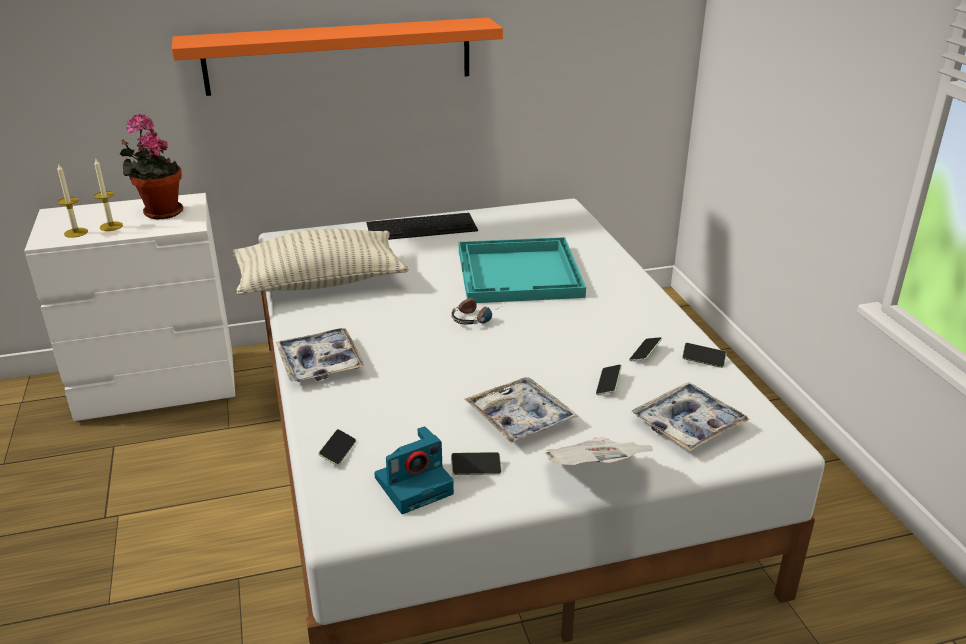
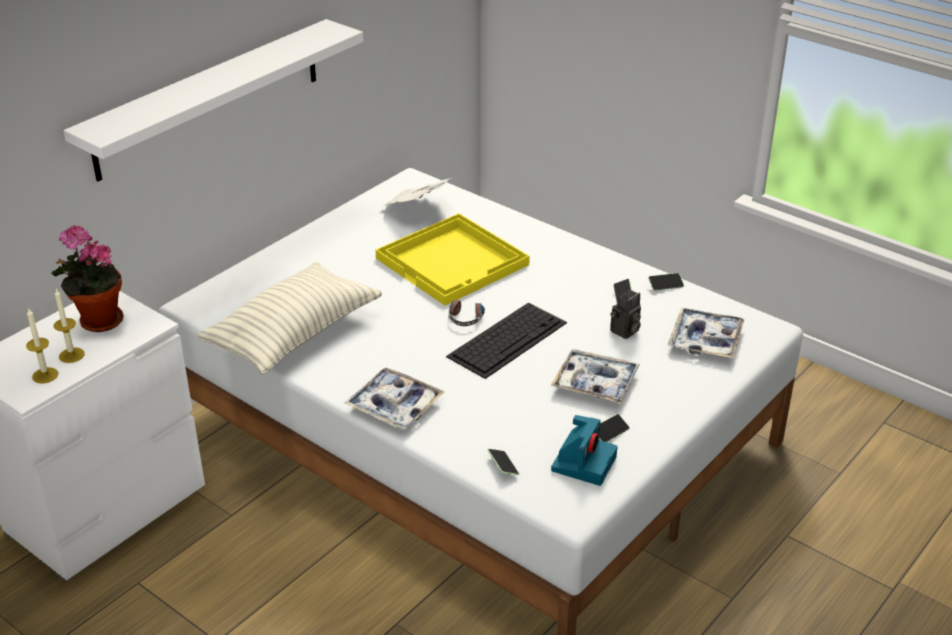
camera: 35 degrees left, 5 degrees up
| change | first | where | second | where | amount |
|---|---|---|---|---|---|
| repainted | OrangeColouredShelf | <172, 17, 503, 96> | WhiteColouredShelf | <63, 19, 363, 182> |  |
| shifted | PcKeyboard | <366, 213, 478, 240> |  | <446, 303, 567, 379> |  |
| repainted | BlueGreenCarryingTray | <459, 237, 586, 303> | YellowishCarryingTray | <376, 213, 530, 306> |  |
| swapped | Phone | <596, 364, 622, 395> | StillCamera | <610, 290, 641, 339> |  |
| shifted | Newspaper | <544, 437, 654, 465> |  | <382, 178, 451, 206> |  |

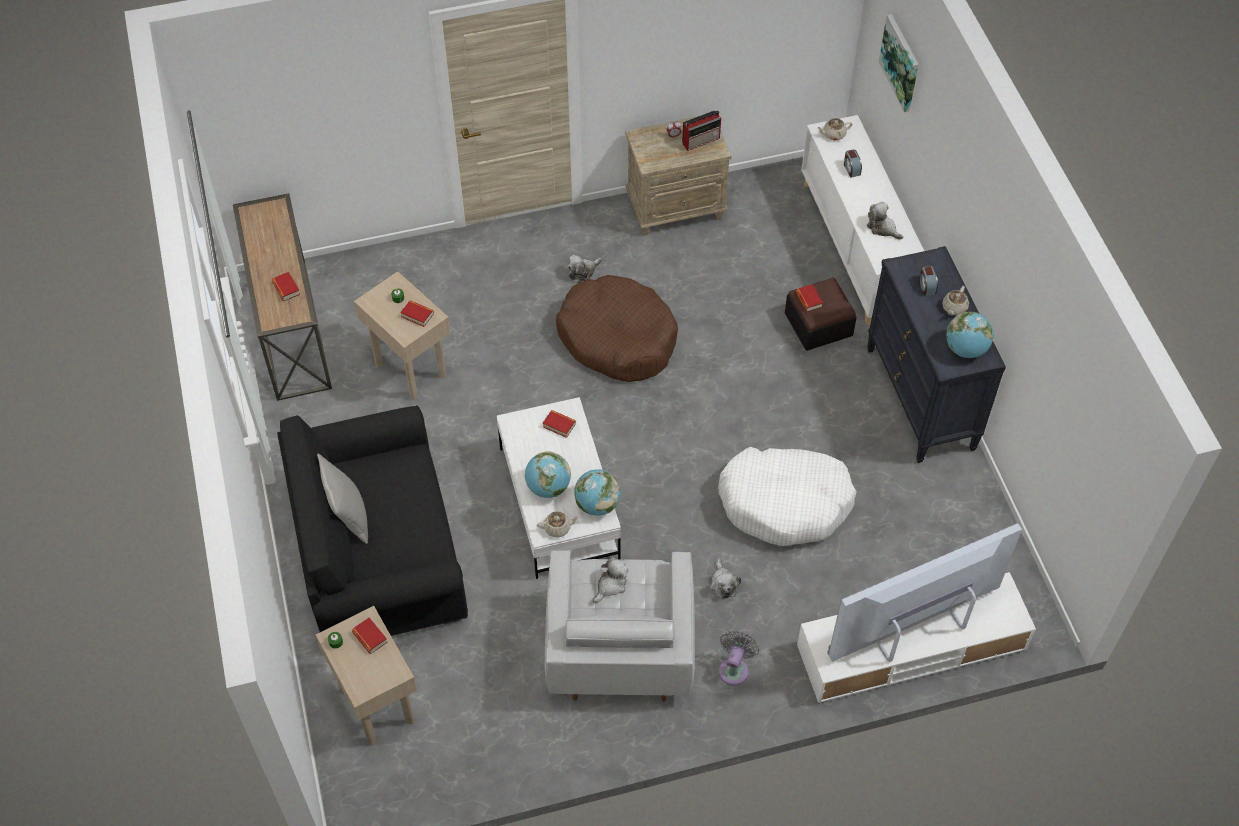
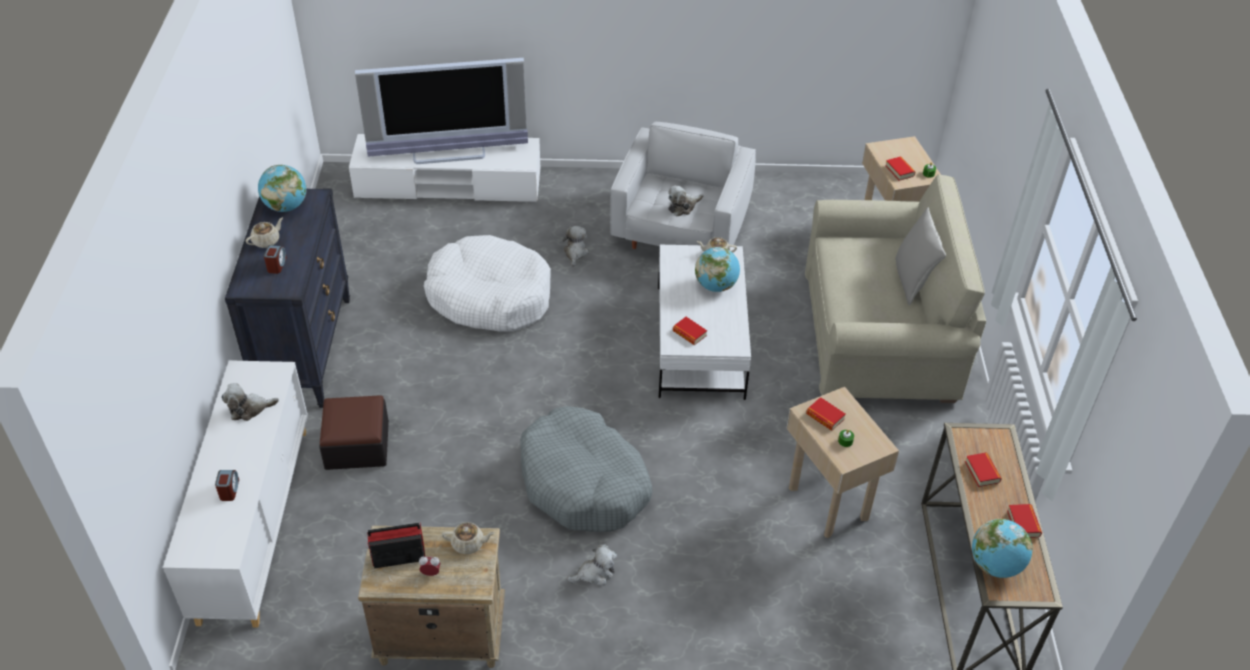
camera: 165 degrees left, 10 degrees down
| change | first | where | second | where | amount |
|---|---|---|---|---|---|
| gone | WallArt | <879, 14, 919, 112> |  |  |  |
| shifted | BeigeColouredPotForTea | <817, 118, 852, 140> |  | <442, 522, 495, 554> |  |
| rotated | PlushToy | <866, 202, 903, 239> |  | <221, 383, 279, 421> | 105 degrees clockwise |
| repainted | BrownDogBed | <556, 275, 678, 382> | GrayDogBed | <520, 406, 653, 532> |  |
| shifted | BoundBook | <796, 284, 823, 312> |  | <1007, 504, 1042, 538> |  |
| repainted | BlackSettee | <277, 405, 468, 636> | BeigeColouredSettee | <805, 174, 986, 403> |  |
| shifted | DeskGlobe | <574, 469, 620, 516> |  | <972, 519, 1033, 578> |  |
| gone | GrayElectricFan | <719, 631, 760, 686> |  |  |  |

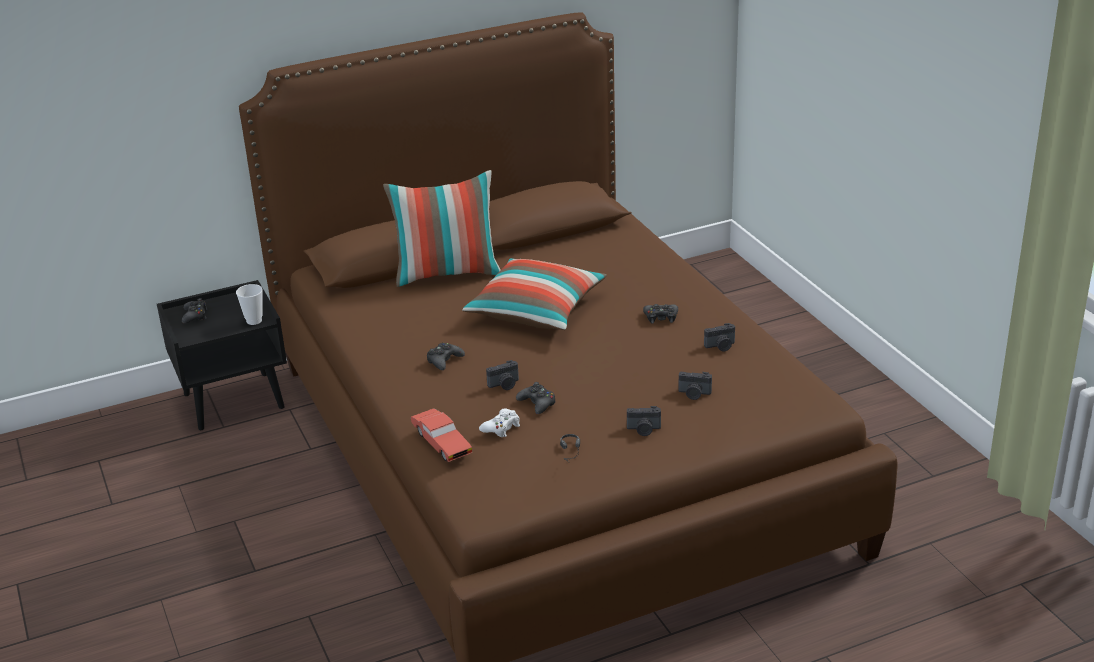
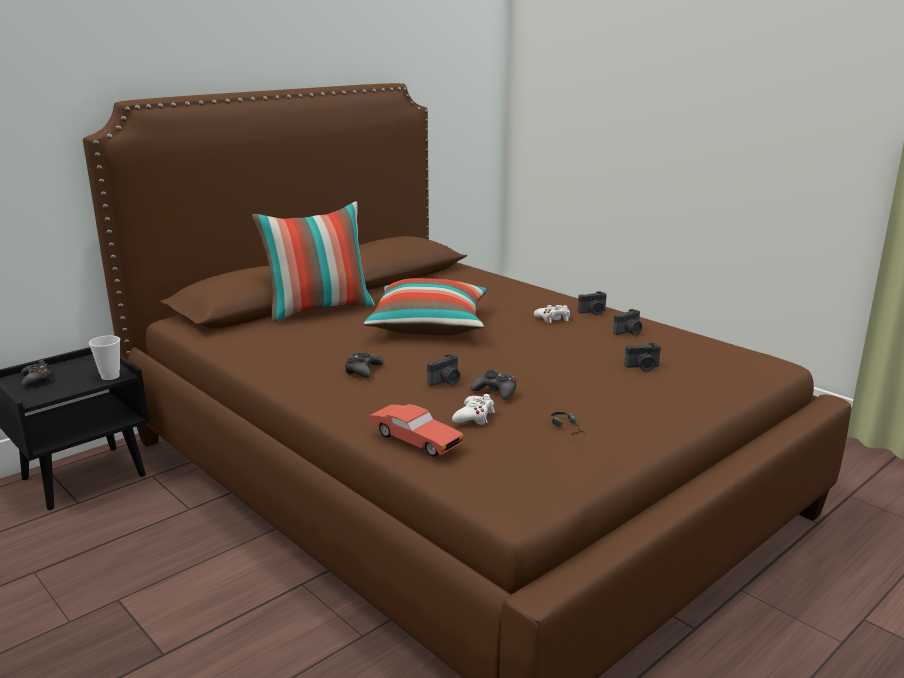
camera: 20 degrees left, 10 degrees down
| change | first | where | second | where | amount |
|---|---|---|---|---|---|
| repainted | BlackGameController | <643, 304, 678, 323> | WhiteColouredGameController | <534, 305, 570, 323> |  |
| shifted | StillCamera | <627, 406, 661, 436> |  | <578, 291, 607, 315> |  |

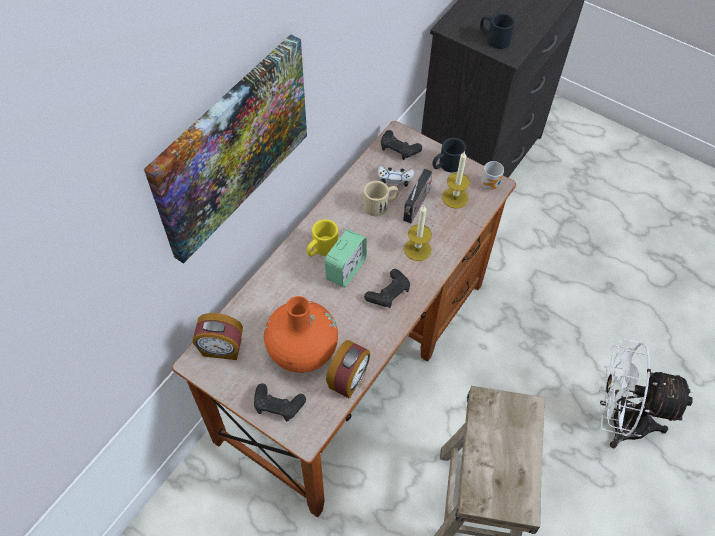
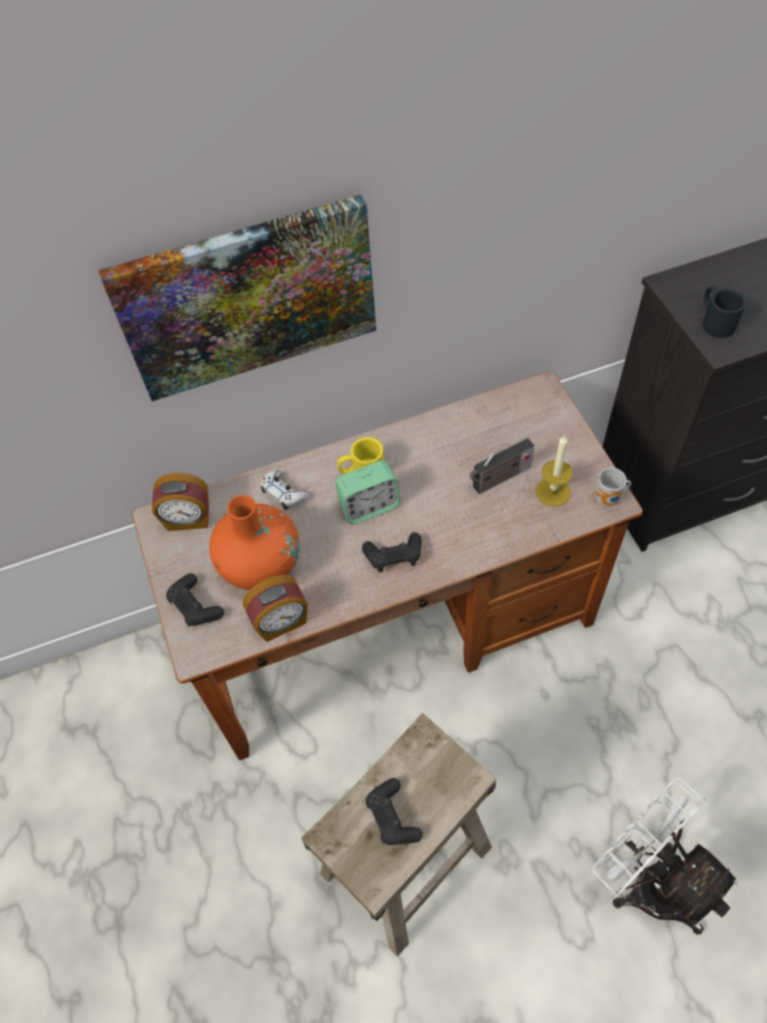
camera: 40 degrees right, 0 degrees up
| change | first | where | second | where | amount |
|---|---|---|---|---|---|
| shifted | BlackGameController | <381, 130, 422, 160> |  | <366, 778, 423, 845> |  |
| gone | BlackMug | <432, 138, 466, 172> |  |  |  |
| shifted | WhiteColouredGameController | <378, 166, 414, 187> |  | <260, 470, 310, 510> |  |
| gone | BeigeColouredMug | <363, 181, 399, 216> |  |  |  |
| gone | WaxCandle | <404, 205, 432, 261> |  |  |  |
| rotated | TableClock | <193, 313, 243, 360> |  | <152, 473, 209, 531> | 45 degrees counterclockwise |

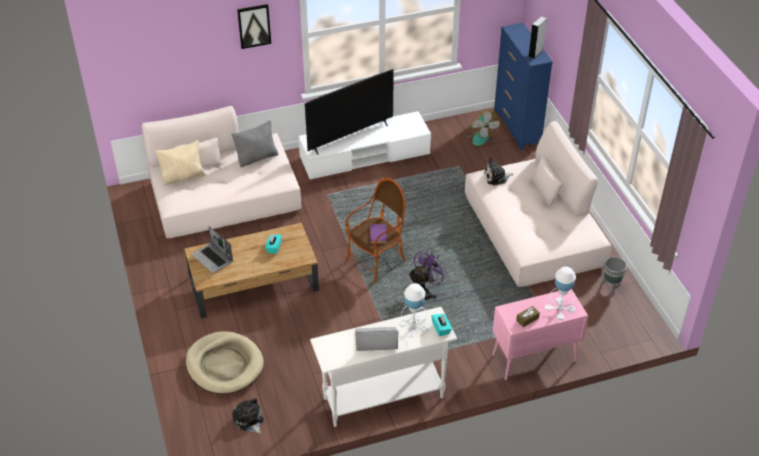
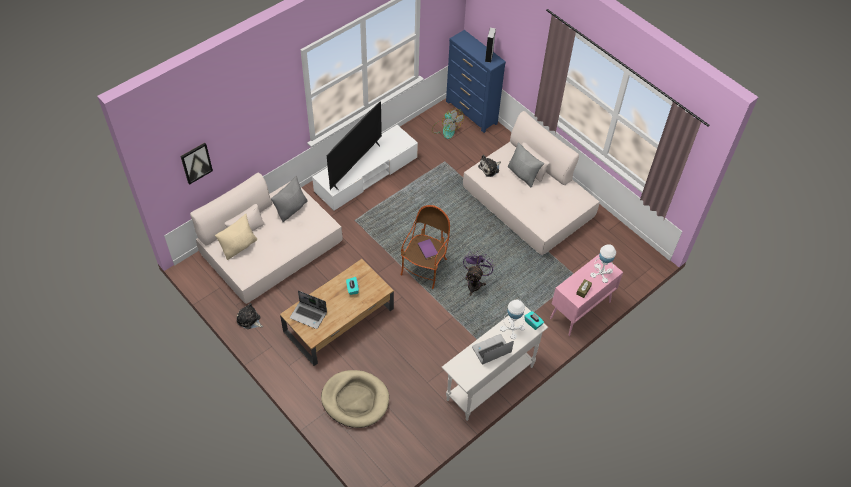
camera: 25 degrees left, 10 degrees up
| change | first | where | second | where | amount |
|---|---|---|---|---|---|
| shifted | WallArt | <237, 4, 271, 49> |  | <181, 143, 213, 185> |  |
| gone | GrayFlowerPot | <601, 257, 627, 296> |  |  |  |
| shifted | PlushToy | <233, 398, 264, 434> |  | <236, 303, 263, 329> |  |
| new |  |  | GrayThrowPillow | <508, 142, 544, 187> |  |

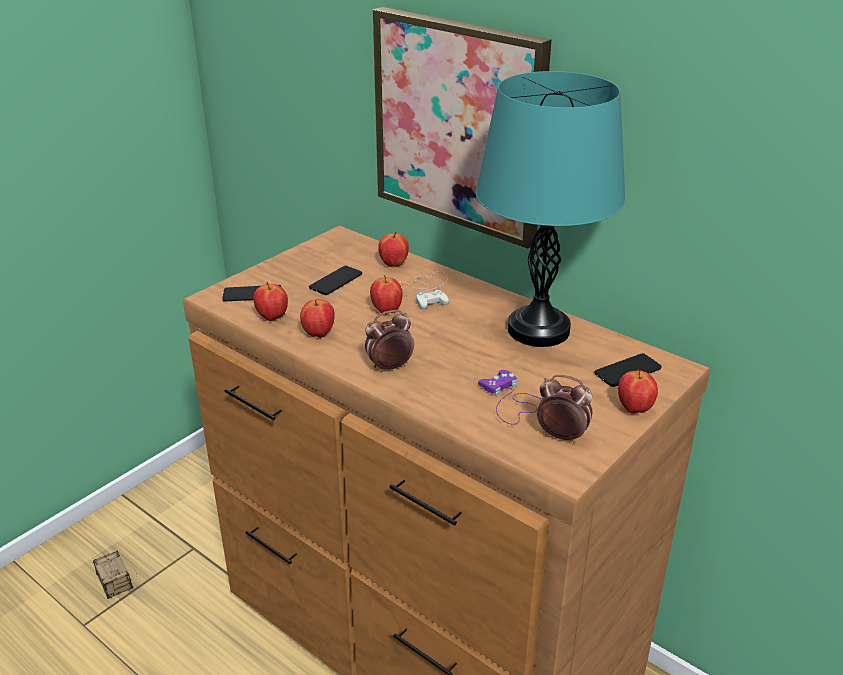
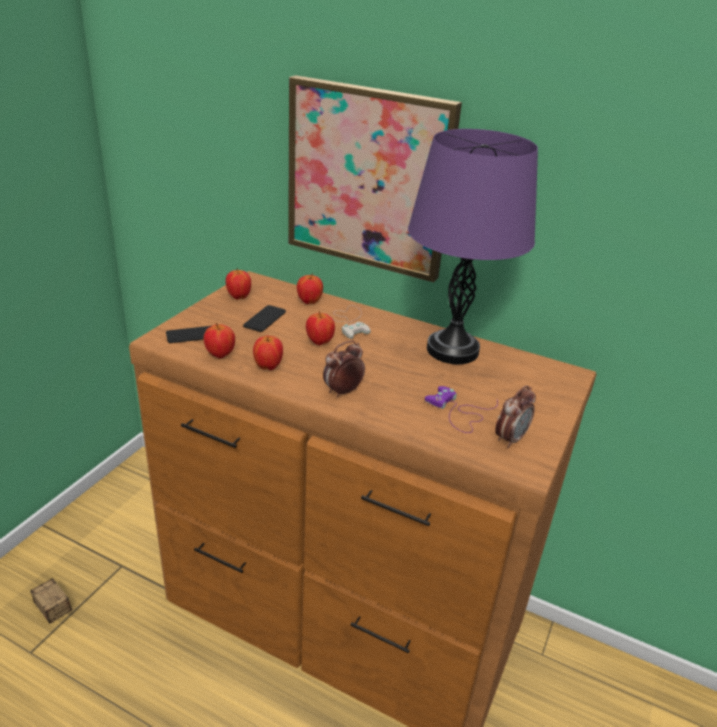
camera: 15 degrees left, 0 degrees up
| change | first | where | second | where | amount |
|---|---|---|---|---|---|
| repainted | BlueGreenTabletopLamp | <476, 71, 626, 347> | PurpleColouredTabletopLamp | <408, 129, 538, 364> |  |
| gone | Phone | <594, 353, 662, 387> |  |  |  |
| shifted | WholeApple | <618, 369, 658, 414> |  | <226, 268, 251, 300> |  |
| rotated | TableClock | <537, 375, 592, 444> |  | <495, 385, 536, 448> | 120 degrees clockwise |

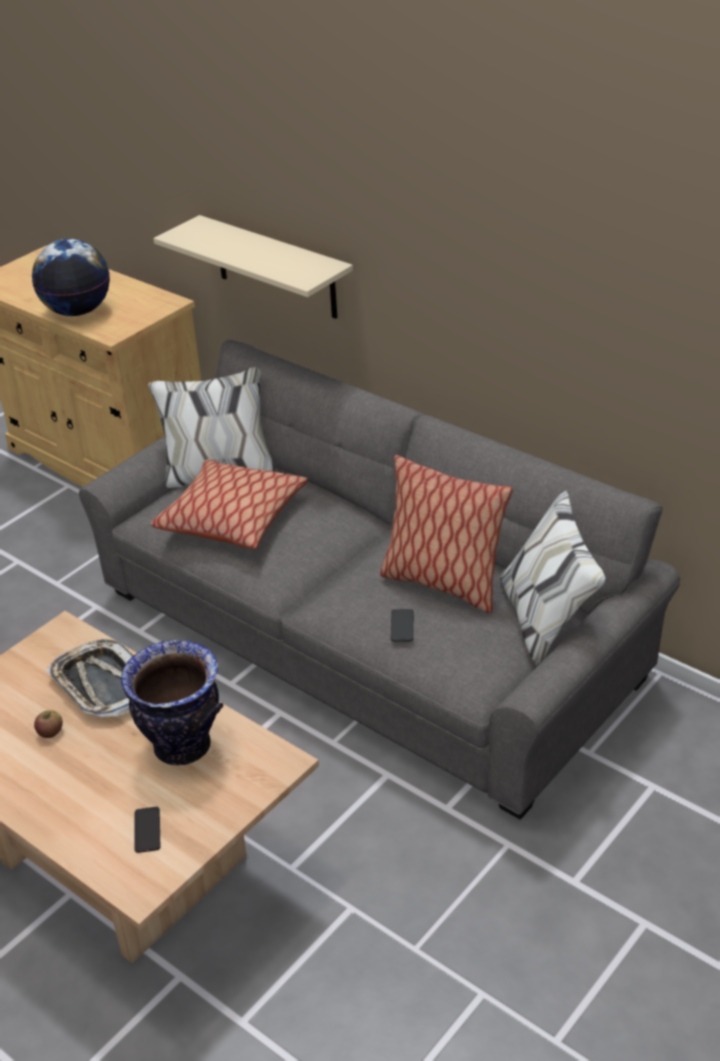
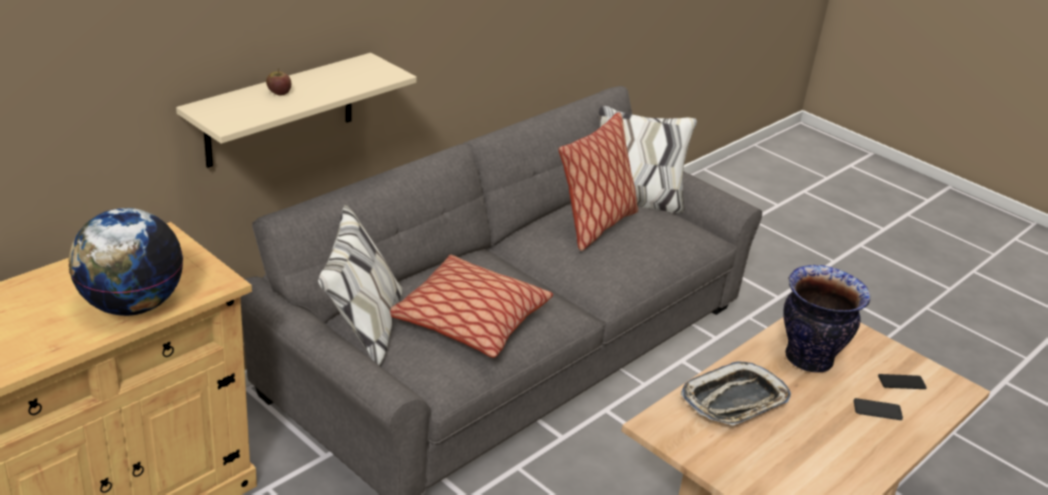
camera: 90 degrees left, 5 degrees down
| change | first | where | second | where | amount |
|---|---|---|---|---|---|
| shifted | Phone | <391, 609, 414, 642> |  | <854, 398, 903, 420> |  |
| shifted | WholeApple | <34, 710, 63, 738> |  | <266, 68, 291, 95> |  |

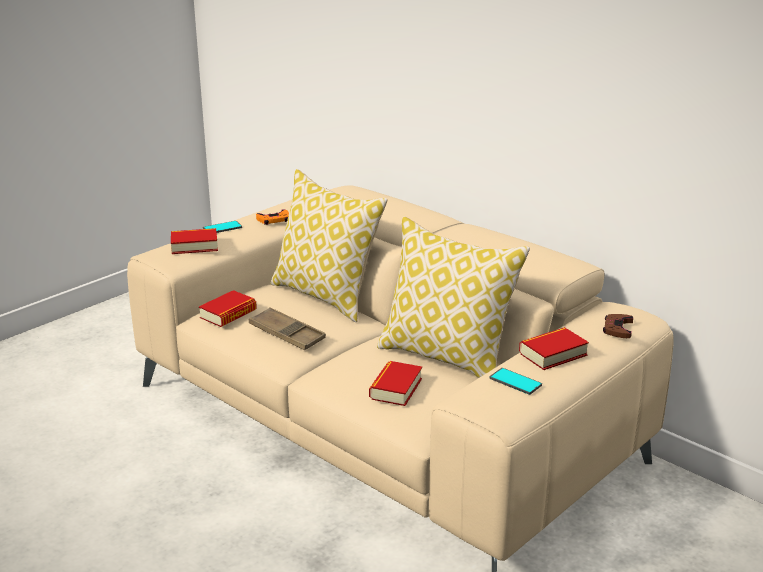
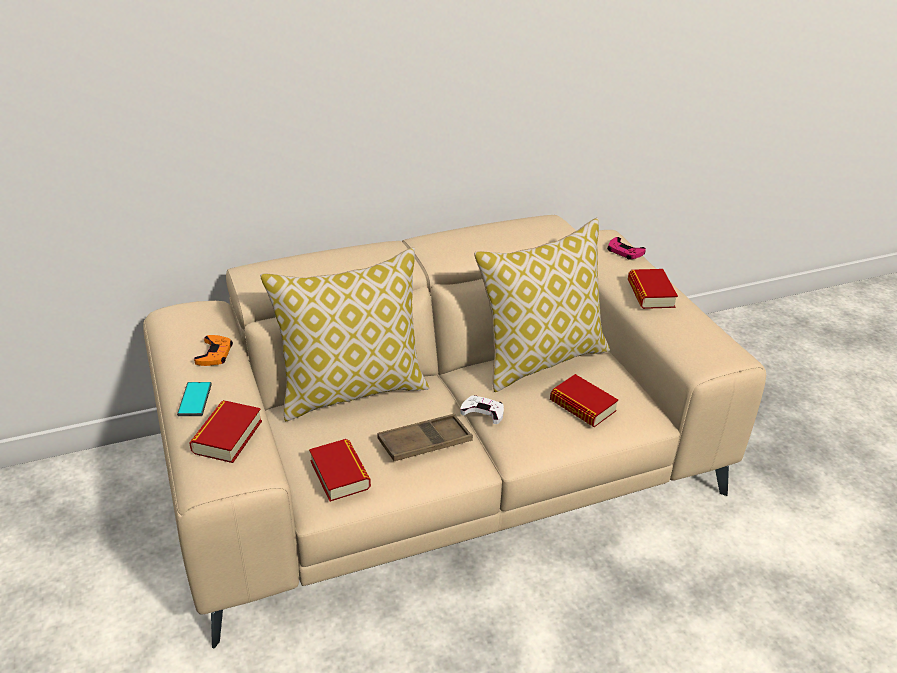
camera: 65 degrees left, 10 degrees up
| change | first | where | second | where | amount |
|---|---|---|---|---|---|
| repainted | BrownGameController | <603, 314, 633, 338> | PinkGameController | <607, 237, 646, 260> |  |
| gone | Phone | <489, 368, 542, 395> |  |  |  |
| new |  |  | WhiteColouredGameController | <460, 395, 504, 424> |  |

